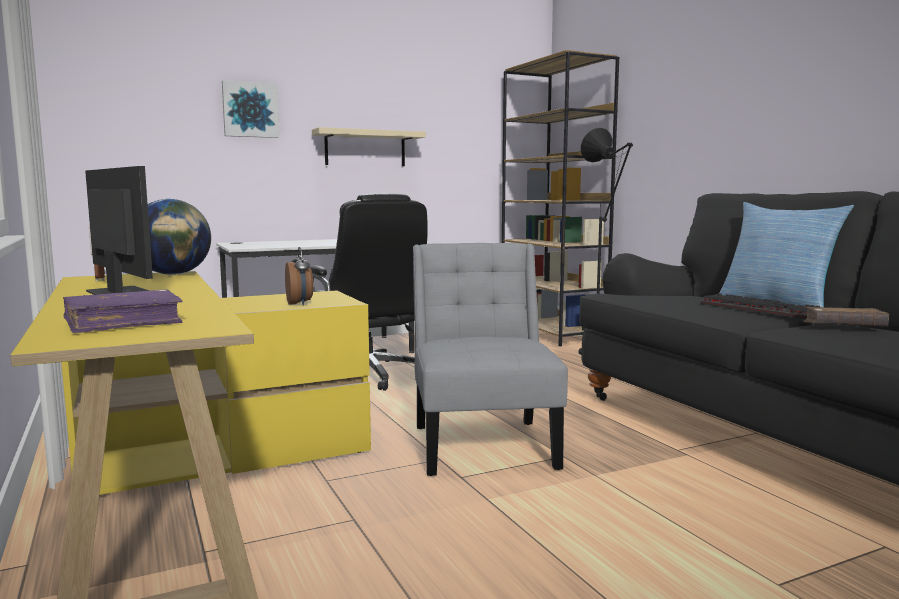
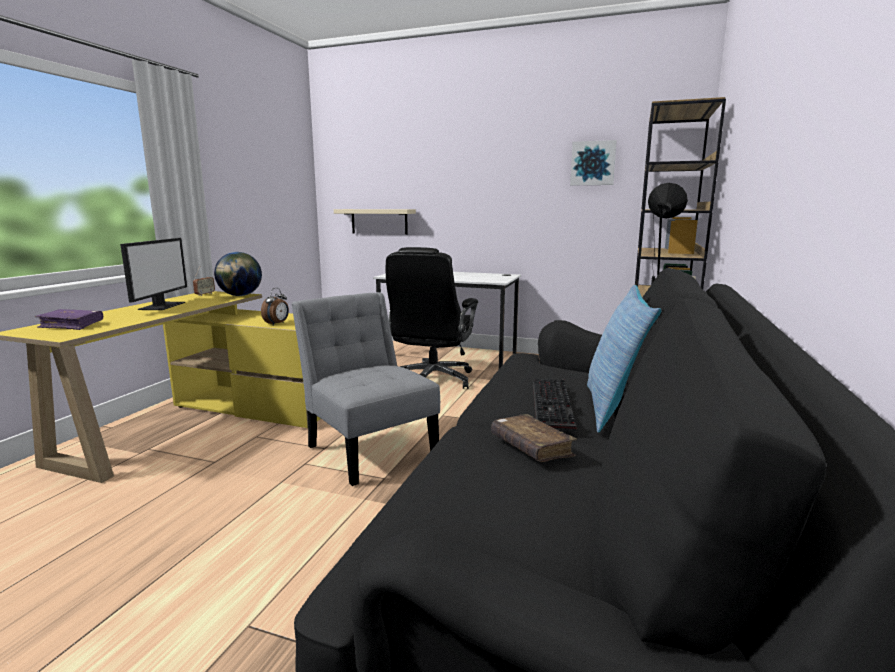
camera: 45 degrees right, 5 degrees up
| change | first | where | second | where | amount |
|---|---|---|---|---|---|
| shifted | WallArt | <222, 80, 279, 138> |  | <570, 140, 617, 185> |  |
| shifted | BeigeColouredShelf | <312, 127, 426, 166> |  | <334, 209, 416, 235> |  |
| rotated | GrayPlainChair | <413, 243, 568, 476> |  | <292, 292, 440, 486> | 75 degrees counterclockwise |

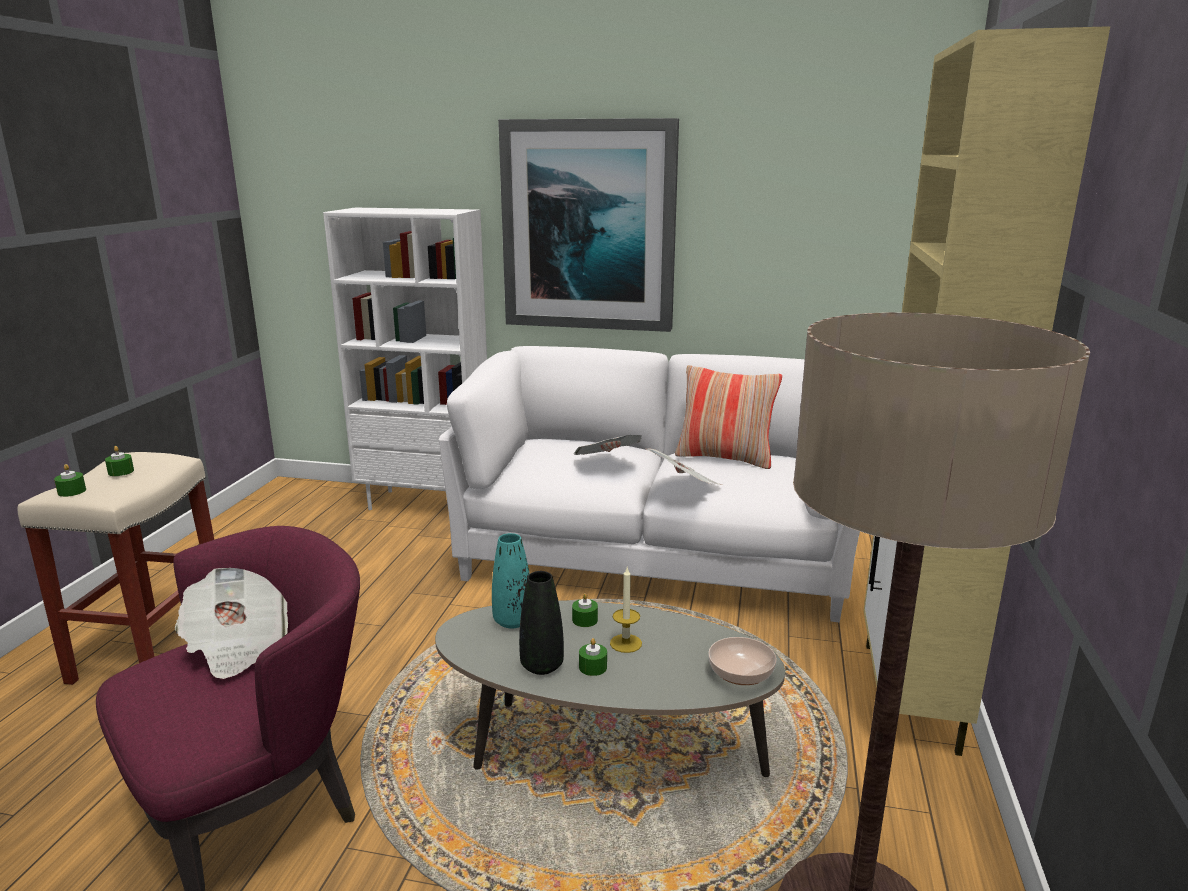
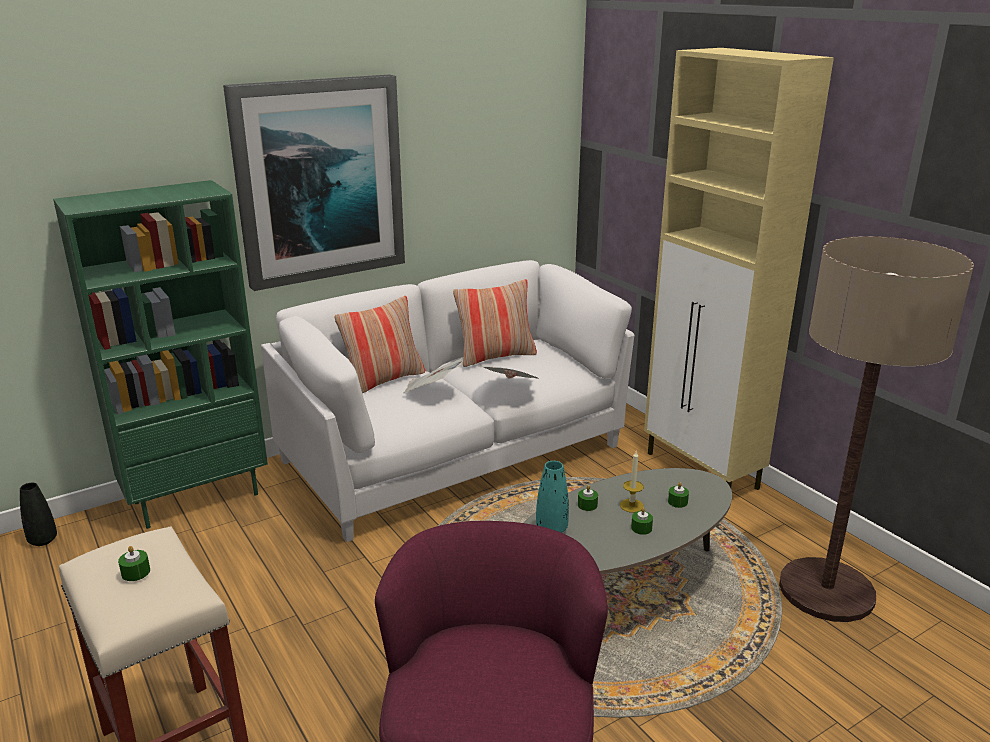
camera: 45 degrees left, 5 degrees up
| change | first | where | second | where | amount |
|---|---|---|---|---|---|
| repainted | WhiteColouredBookcase | <323, 208, 487, 510> | GreenishBookcase | <53, 180, 268, 529> |  |
| shifted | GreenishWaxCandle | <54, 464, 86, 497> |  | <668, 482, 689, 508> |  |
| gone | Newspaper | <175, 568, 288, 679> |  |  |  |
| shifted | BlackFlowerVase | <519, 571, 564, 675> |  | <20, 483, 57, 546> |  |
| gone | DeepDish | <708, 637, 777, 685> |  |  |  |
| new |  |  | ThrowPillow | <335, 296, 425, 393> |  |

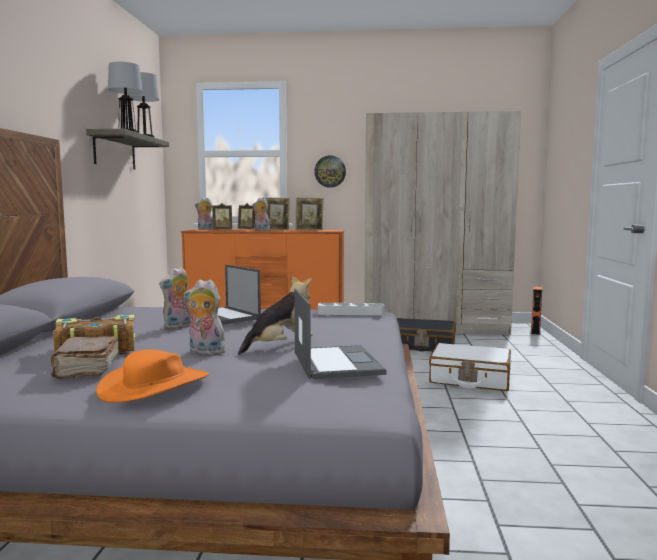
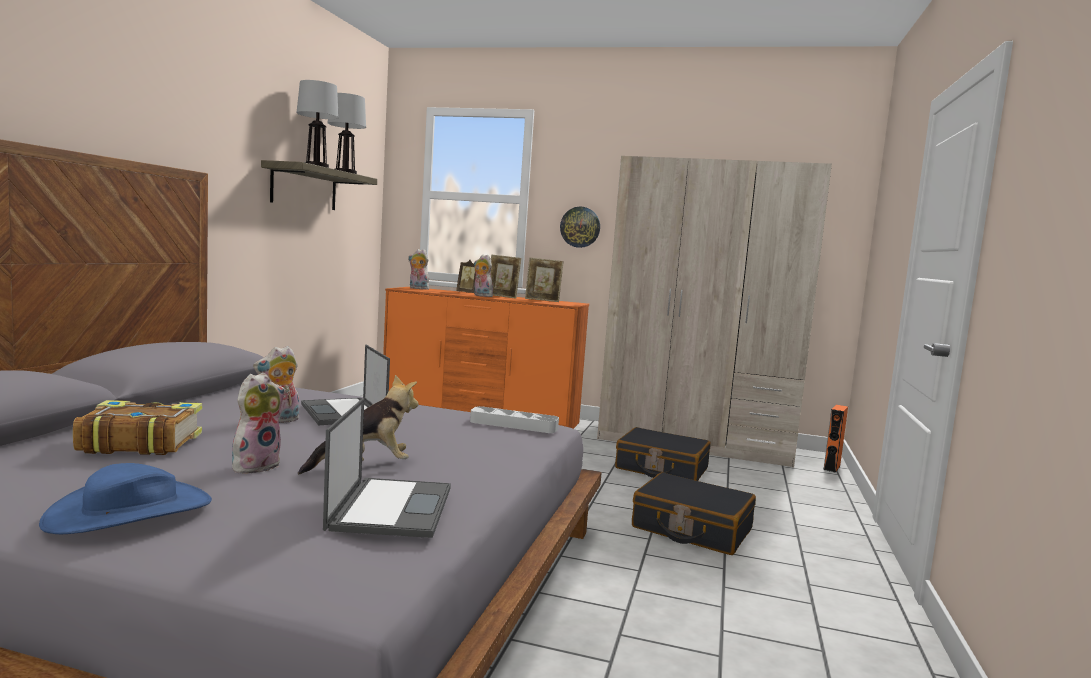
camera: 10 degrees right, 0 degrees up
| change | first | where | second | where | amount |
|---|---|---|---|---|---|
| gone | PictureFrame | <212, 203, 232, 230> |  |  |  |
| rotated | PlushToy | <184, 279, 226, 355> |  | <232, 373, 285, 474> | 90 degrees clockwise |
| gone | BrownBoundBook | <51, 336, 119, 379> |  |  |  |
| repainted | WhiteColouredPieceOfLuggage | <429, 343, 511, 391> | BlackPieceOfLuggage | <632, 472, 756, 555> |  |
| repainted | OrangeColouredClothingHat | <96, 350, 209, 403> | BlueClothingHat | <39, 463, 212, 534> |  |

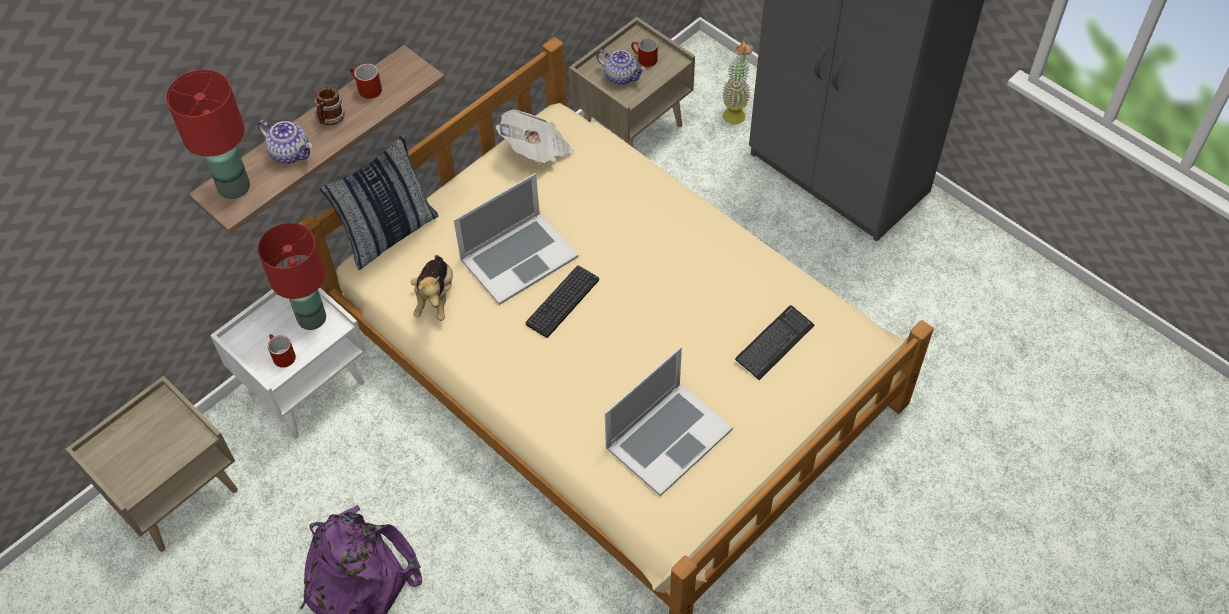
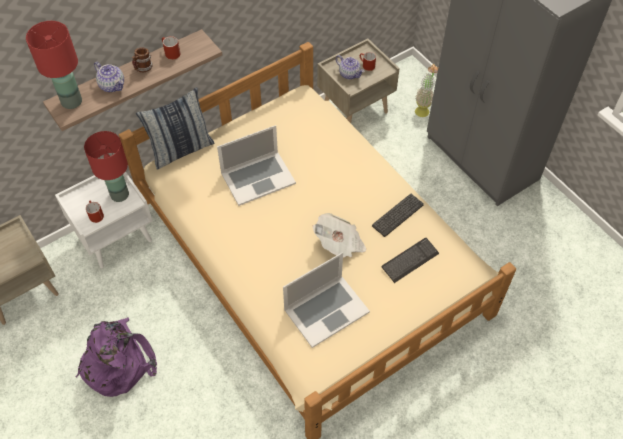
camera: 10 degrees right, 0 degrees up
| change | first | where | second | where | amount |
|---|---|---|---|---|---|
| shifted | Newspaper | <496, 109, 574, 164> |  | <313, 213, 366, 258> |  |
| gone | PlushToy | <411, 255, 453, 321> |  |  |  |
| shifted | PcKeyboard | <526, 265, 599, 338> |  | <372, 194, 424, 237> |  |

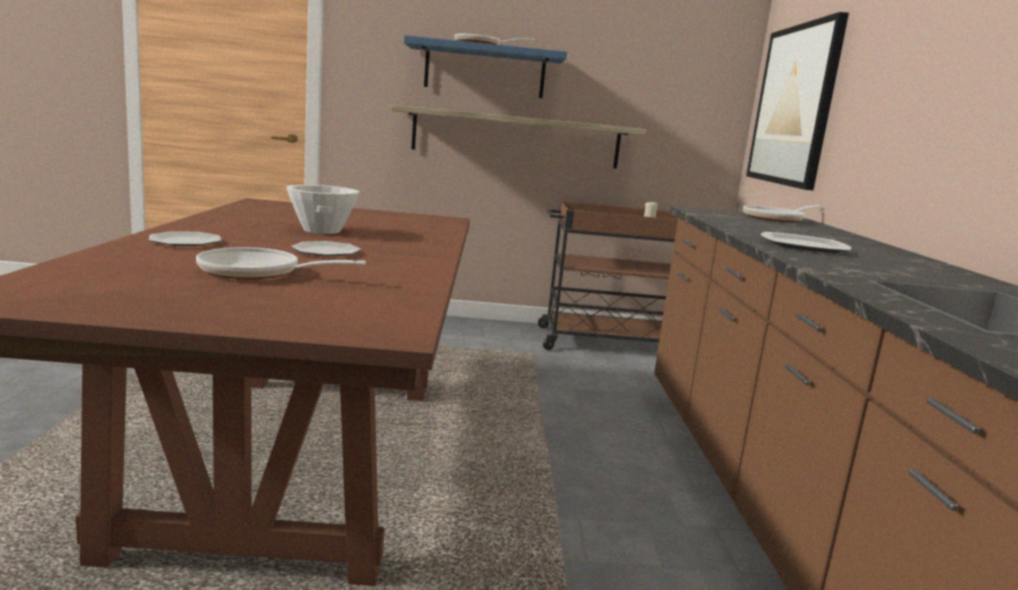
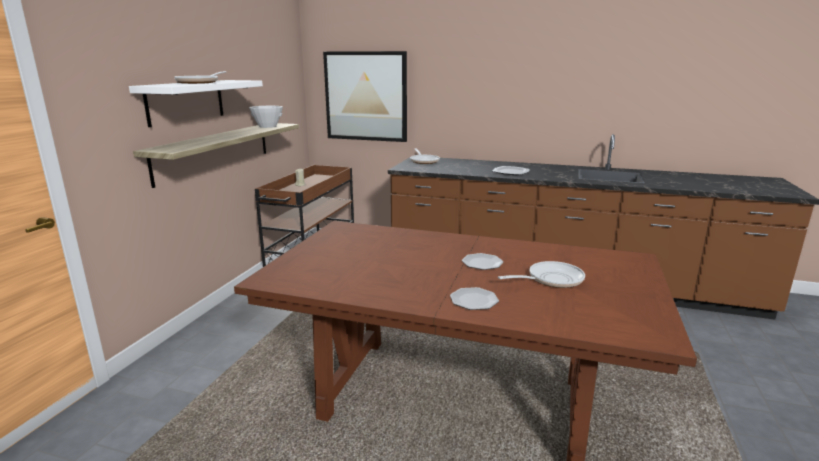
camera: 70 degrees left, 5 degrees up
| change | first | where | second | where | amount |
|---|---|---|---|---|---|
| repainted | BlueShelf | <404, 35, 567, 98> | WhiteColouredShelf | <129, 80, 263, 127> |  |
| shifted | WhiteColouredDeepDish | <286, 185, 359, 234> |  | <249, 106, 283, 128> |  |
| rotated | Skillet | <196, 247, 366, 279> |  | <498, 261, 585, 288> | 135 degrees counterclockwise |

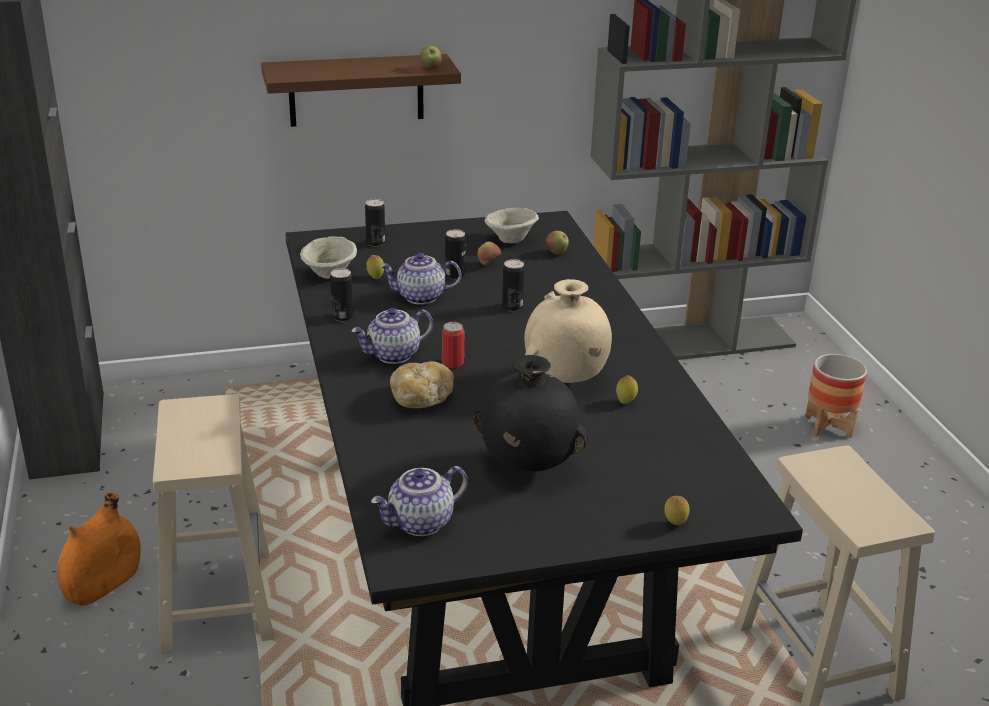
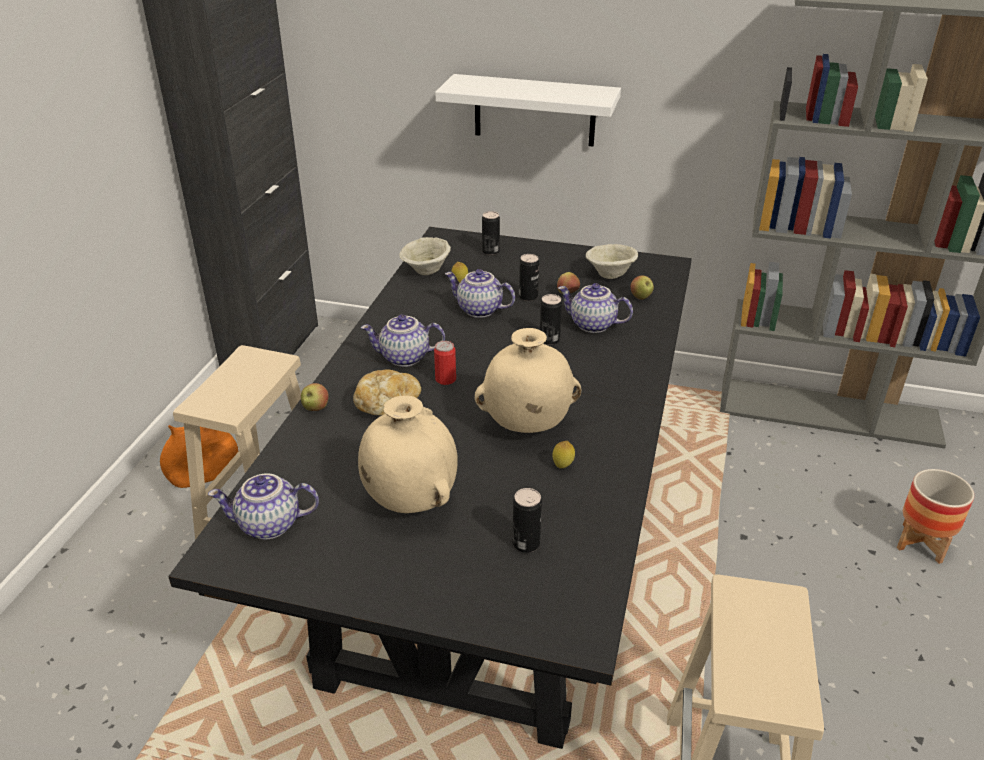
camera: 30 degrees right, 5 degrees up
| change | first | where | second | where | amount |
|---|---|---|---|---|---|
| shifted | WholeApple | <420, 46, 442, 69> |  | <301, 383, 329, 411> |  |
| repainted | BrownShelf | <261, 54, 461, 127> | WhiteColouredShelf | <435, 74, 621, 146> |  |
| shifted | SealedCan | <330, 268, 353, 322> |  | <513, 488, 542, 553> |  |
| repainted | BlackFlowerVase | <473, 355, 588, 471> | BeigeColouredFlowerVase | <358, 396, 458, 513> |  |
| gone | WholeLemon | <665, 496, 690, 525> |  |  |  |
| new |  |  | PotForTea | <558, 283, 633, 333> |  |

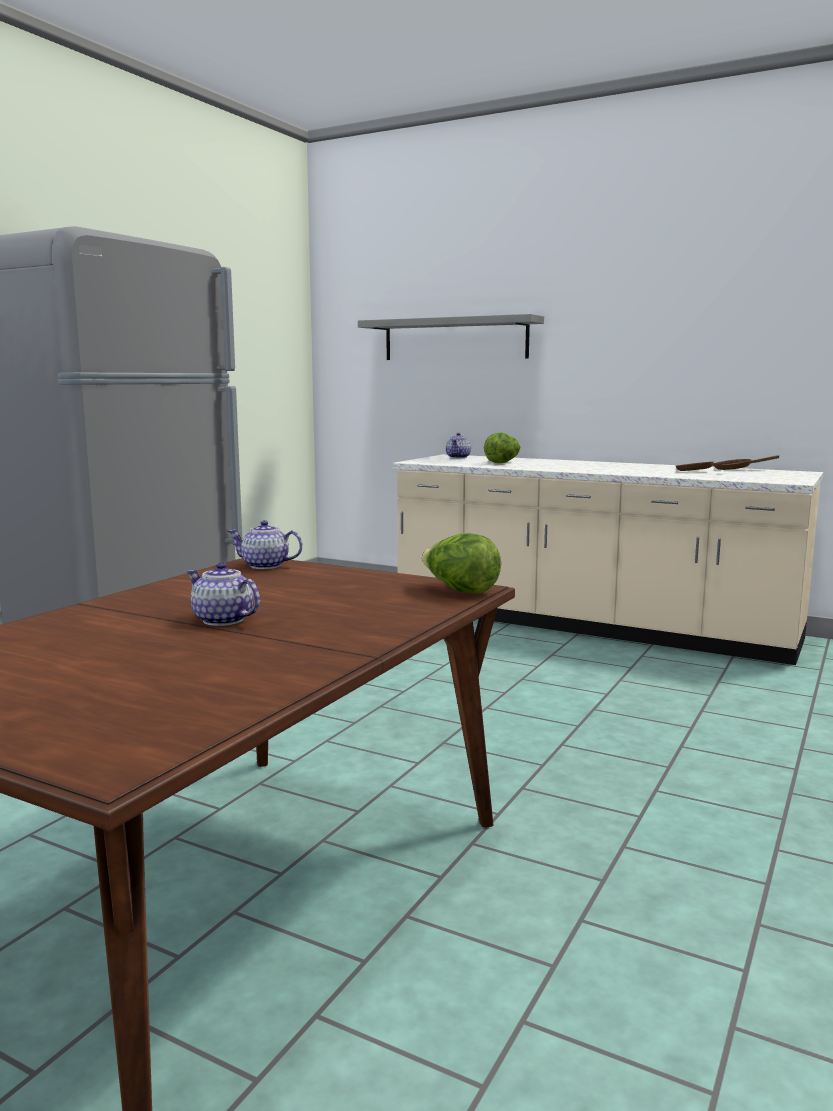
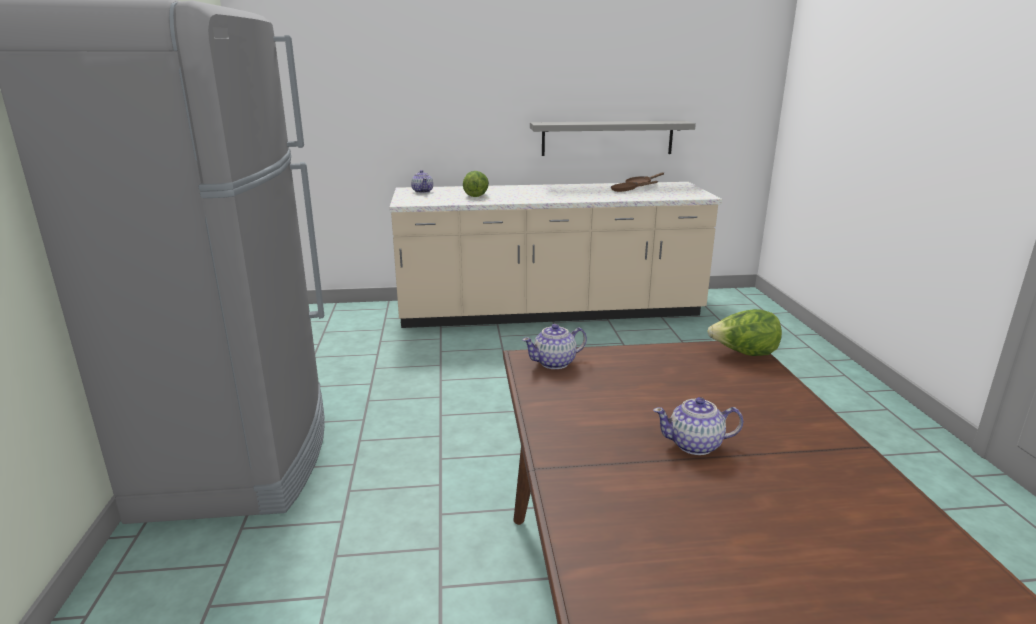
camera: 35 degrees left, 10 degrees up
| change | first | where | second | where | amount |
|---|---|---|---|---|---|
| shifted | GrayShelf | <358, 314, 544, 360> |  | <530, 121, 696, 156> |  |

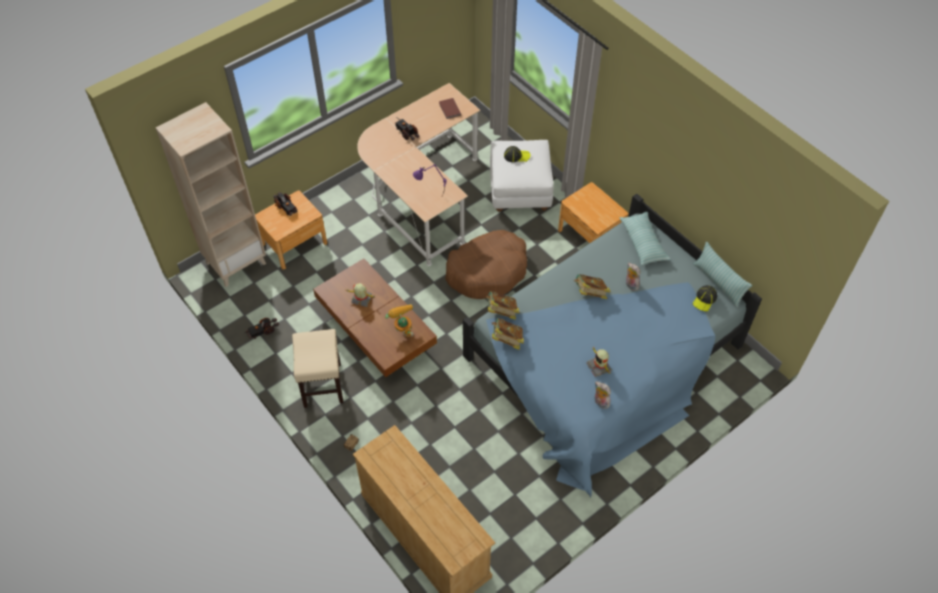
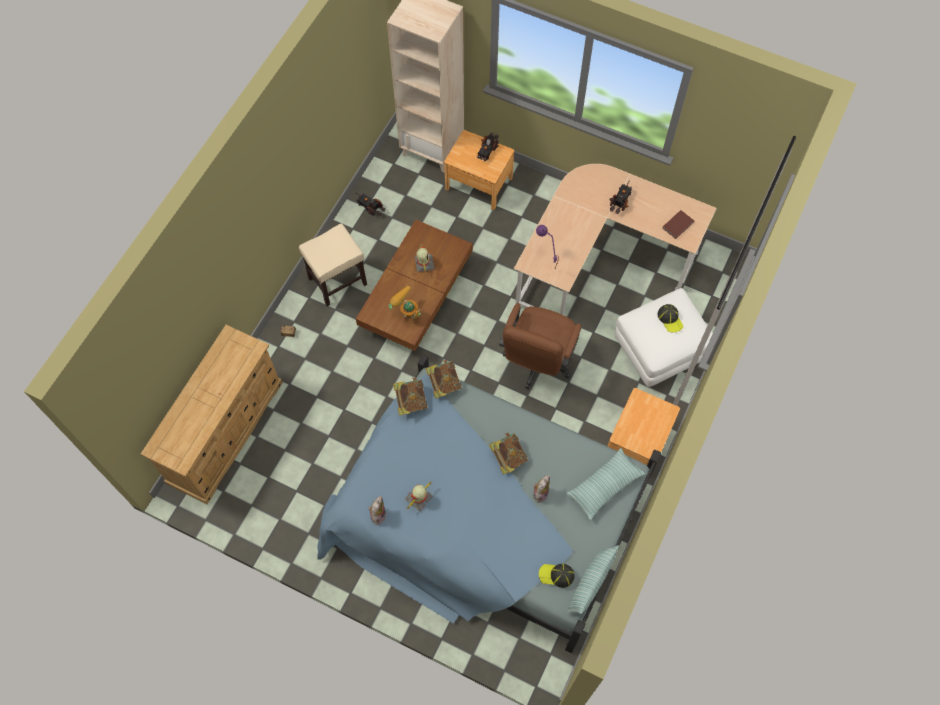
camera: 65 degrees right, 10 degrees up
| change | first | where | second | where | amount |
|---|---|---|---|---|---|
| swapped | BrownDogBed | <445, 230, 527, 299> | BrownDeskChair | <499, 303, 581, 389> |  |
| rotated | ToyRobot | <385, 304, 414, 337> |  | <389, 286, 421, 319> | 90 degrees counterclockwise |

